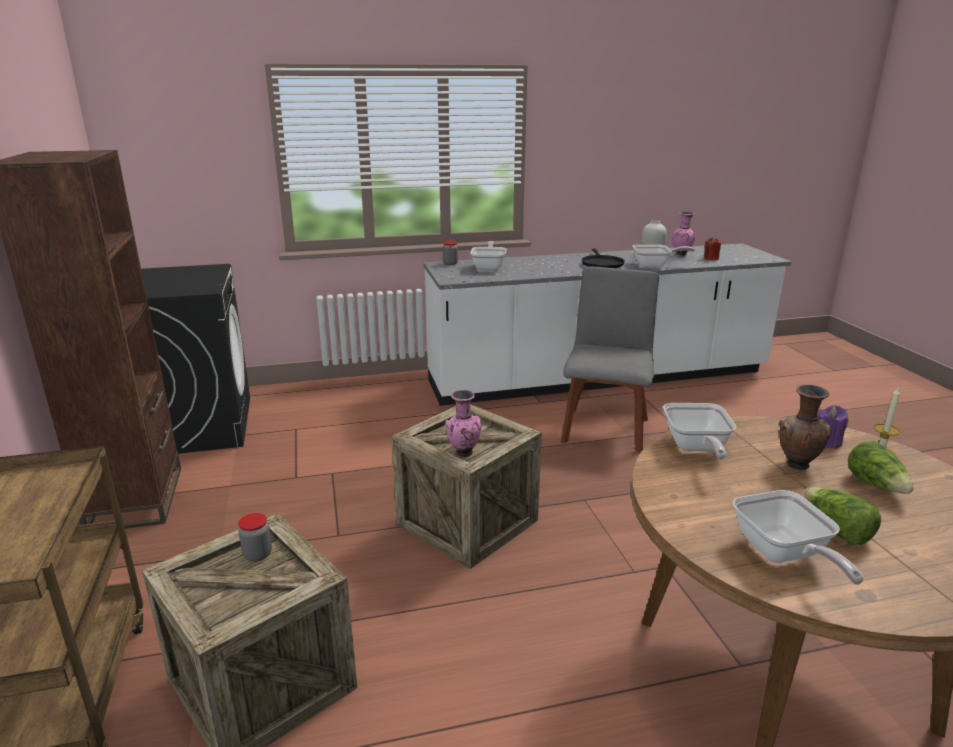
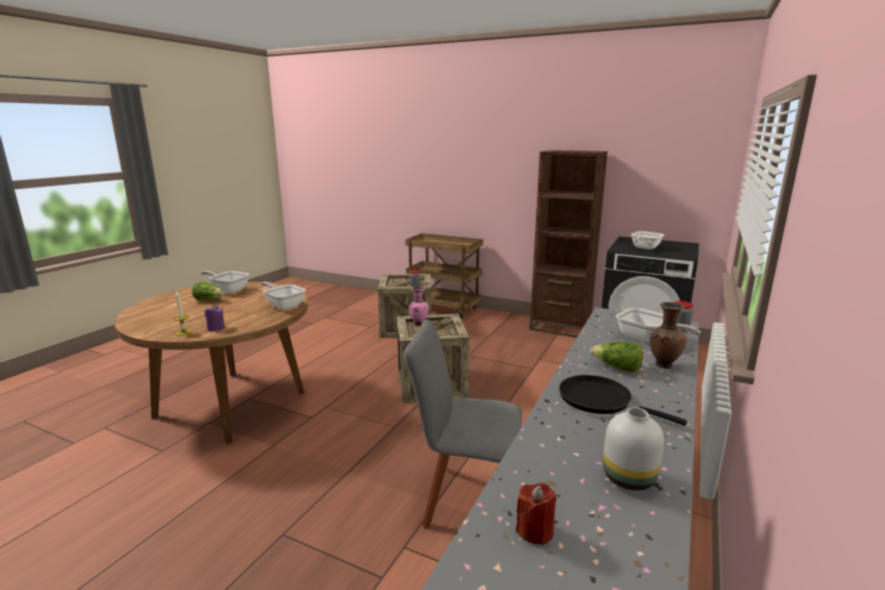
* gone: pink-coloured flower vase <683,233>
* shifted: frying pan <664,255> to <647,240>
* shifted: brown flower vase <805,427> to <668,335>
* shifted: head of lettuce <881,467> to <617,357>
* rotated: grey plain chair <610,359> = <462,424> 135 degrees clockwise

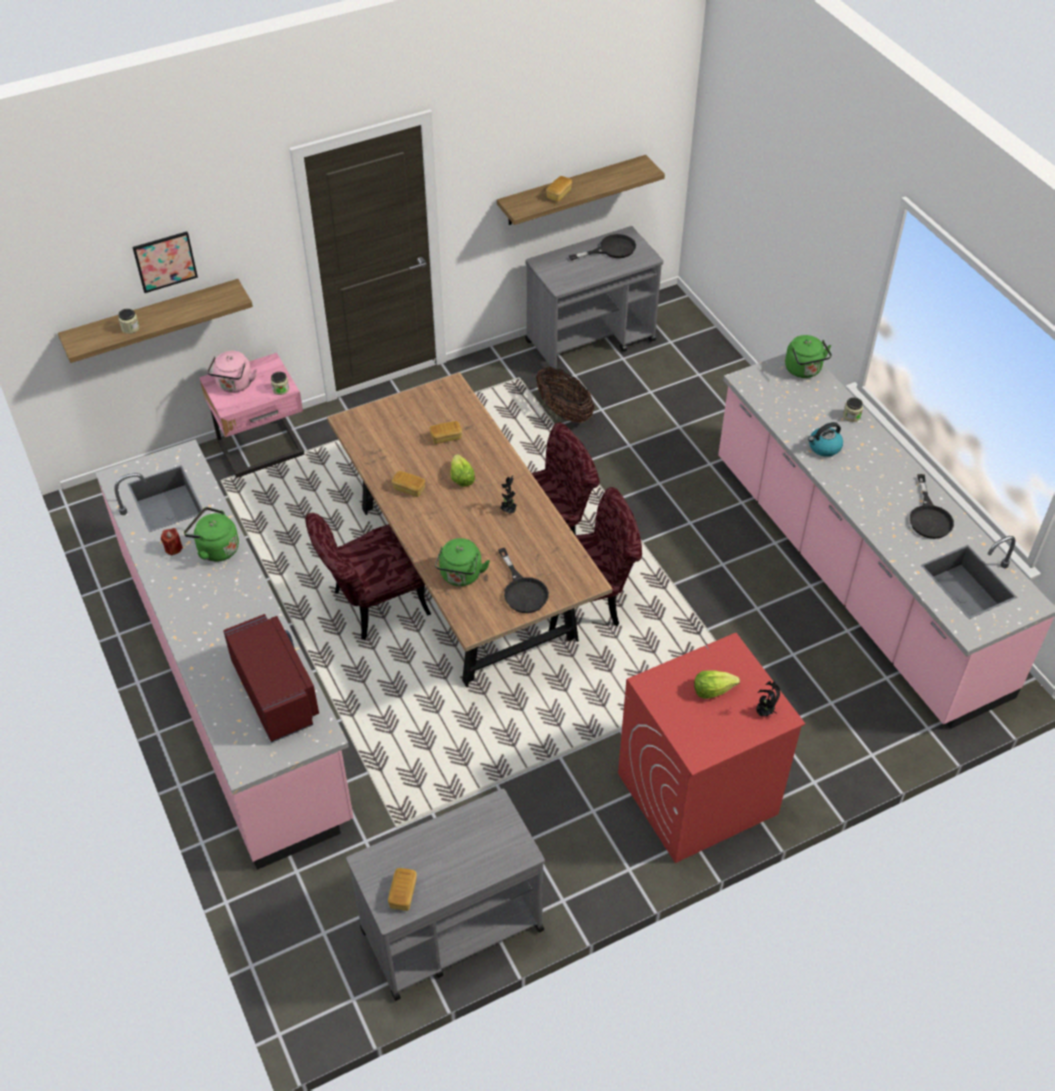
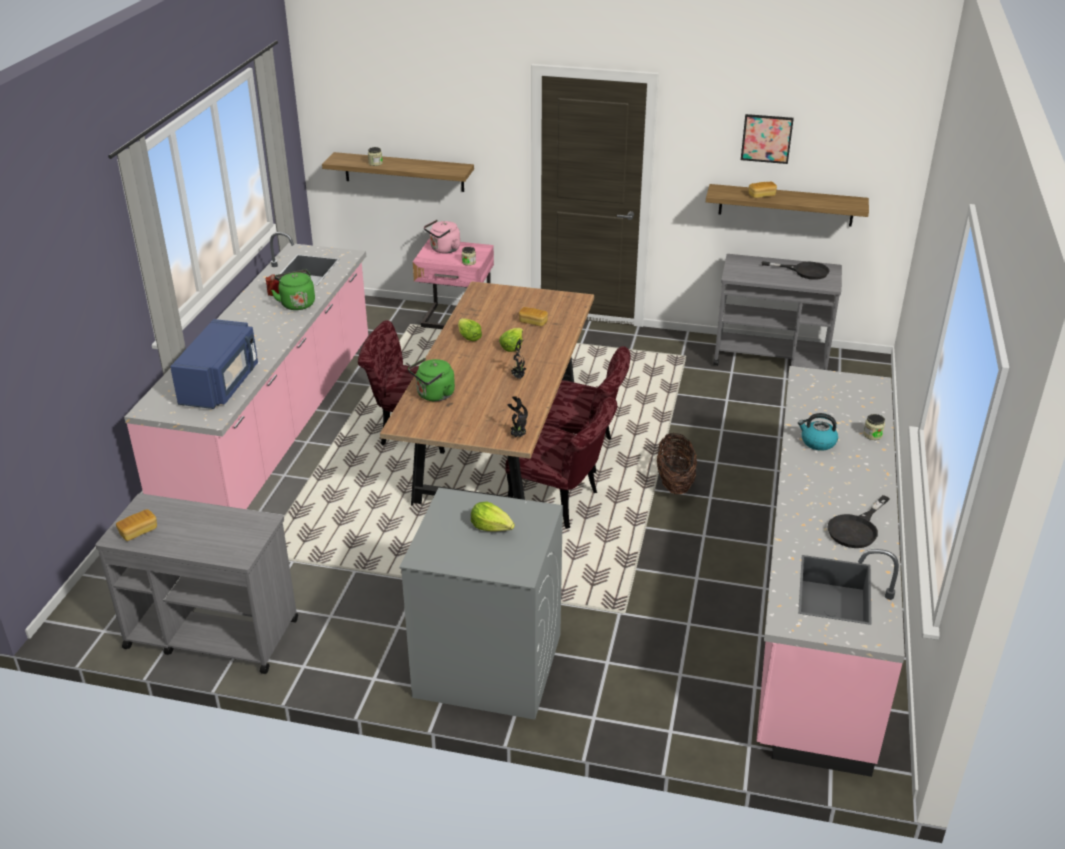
* gone: black frying pan <523,580>
* gone: greenish tea kettle <808,356>
* shifted: picture <165,262> to <767,139>
* shifted: storage basket <565,395> to <677,463>
* shifted: houseplant <768,699> to <517,417>
* swapped: bread <408,484> to head of lettuce <470,329>
* repainted: red-coloured kitchen microwave <271,678> to blue-coloured kitchen microwave <214,364>
* repainted: red-coloured laundry machine <711,748> to grey laundry machine <481,604>

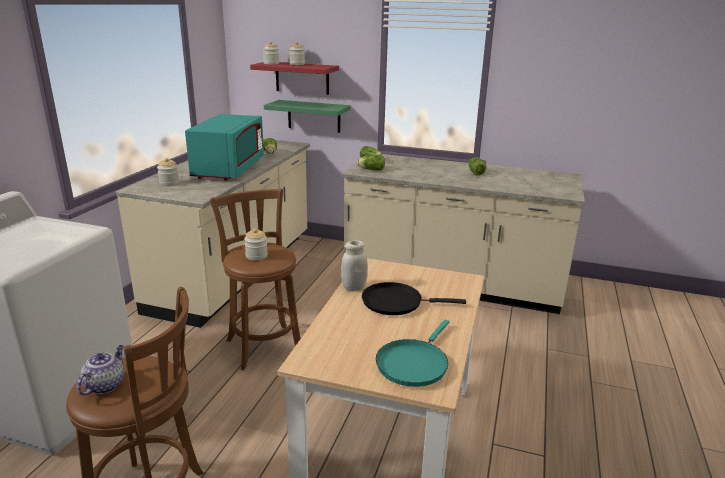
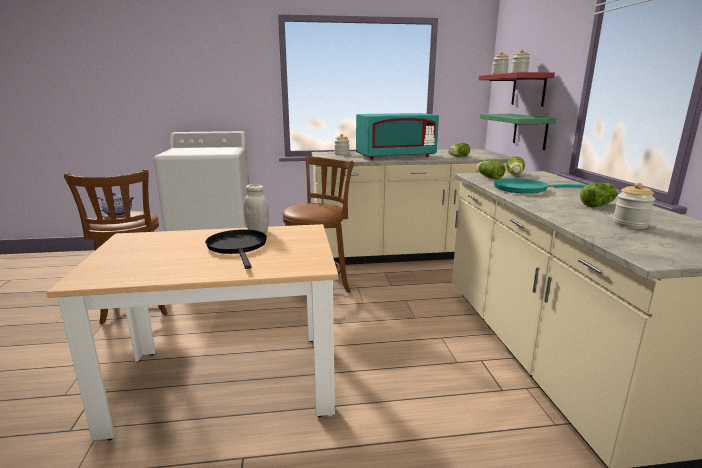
* shifted: jar <256,245> to <634,206>
* shifted: turquoise frying pan <412,353> to <540,186>

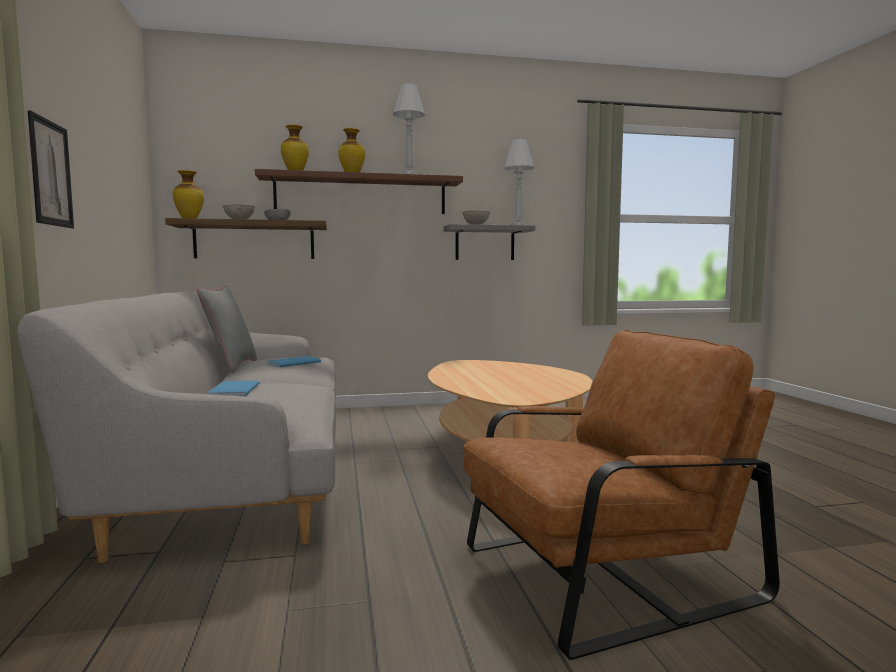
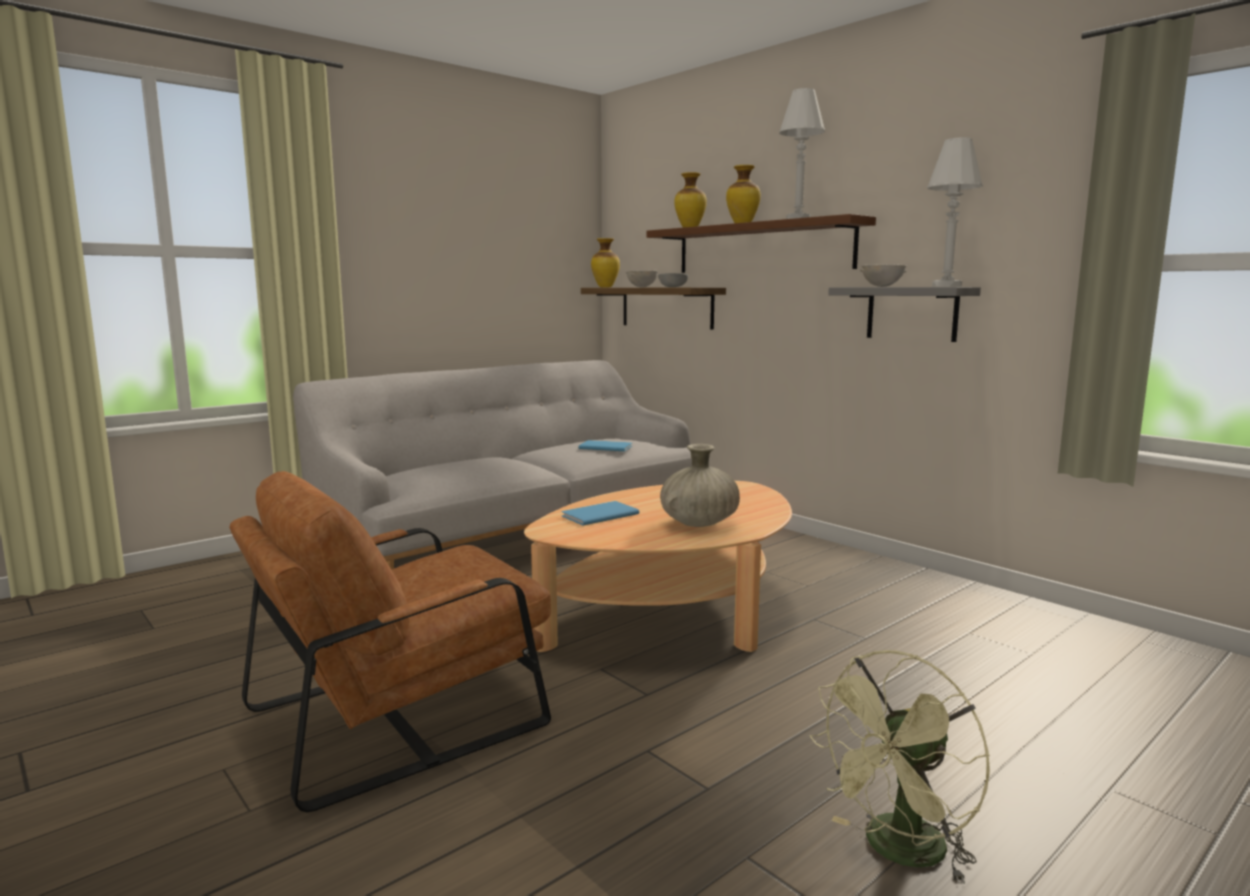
* gone: picture <51,169>
* gone: grey cushion <227,329>
* new: sand-coloured flower vase <700,485>
* new: greenish cooling fan <899,767>
* shifted: blue-coloured bound book <233,388> to <600,513>
* rotated: brown lounge chair <621,495> = <390,641> 105 degrees clockwise

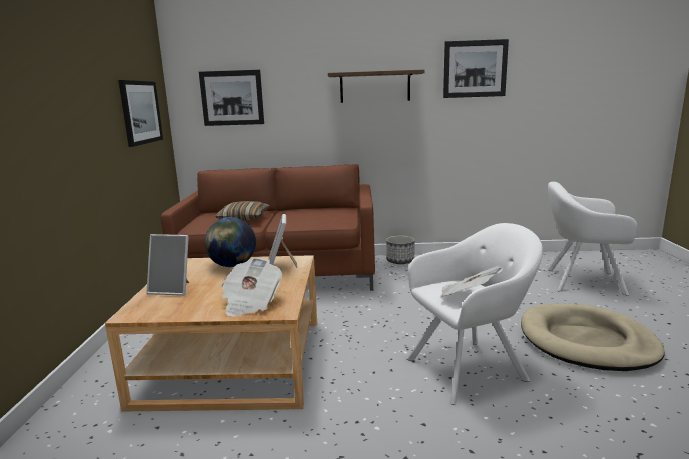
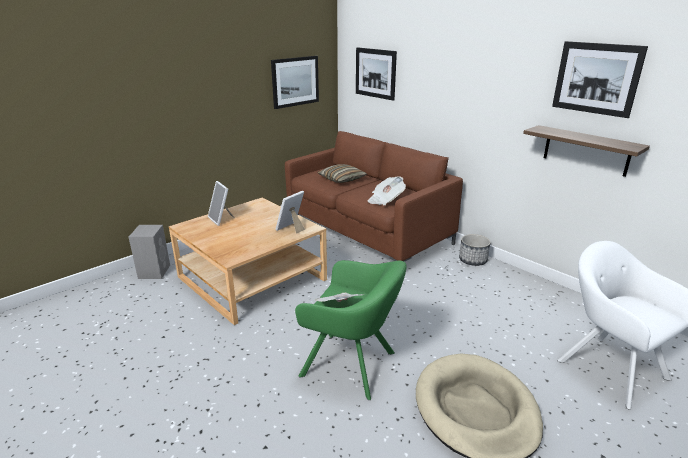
* gone: desk globe <230,242>
* new: grey loudspeaker <149,252>
* shifted: daily paper <252,287> to <387,190>
* shifted: shelf <376,86> to <586,151>
* repainted: white-coloured lounge chair <475,314> to greenish lounge chair <351,330>

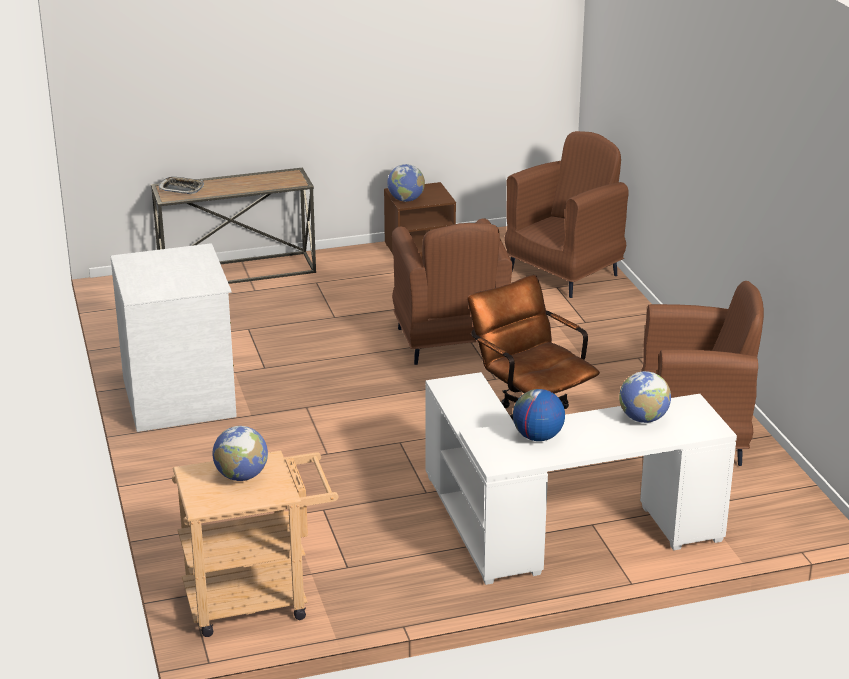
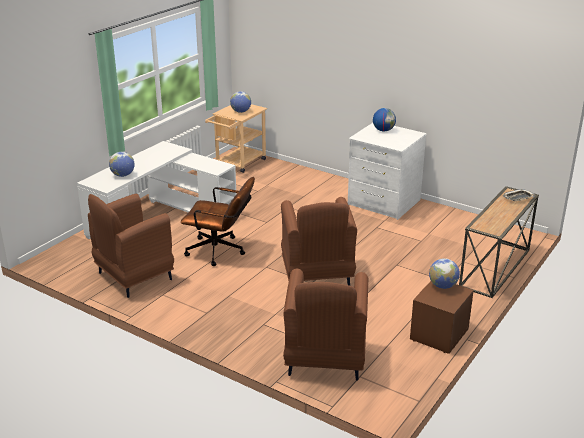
* shifted: desk globe <539,415> to <384,119>
* rotated: brown lounge chair <452,291> = <319,241> 135 degrees counterclockwise

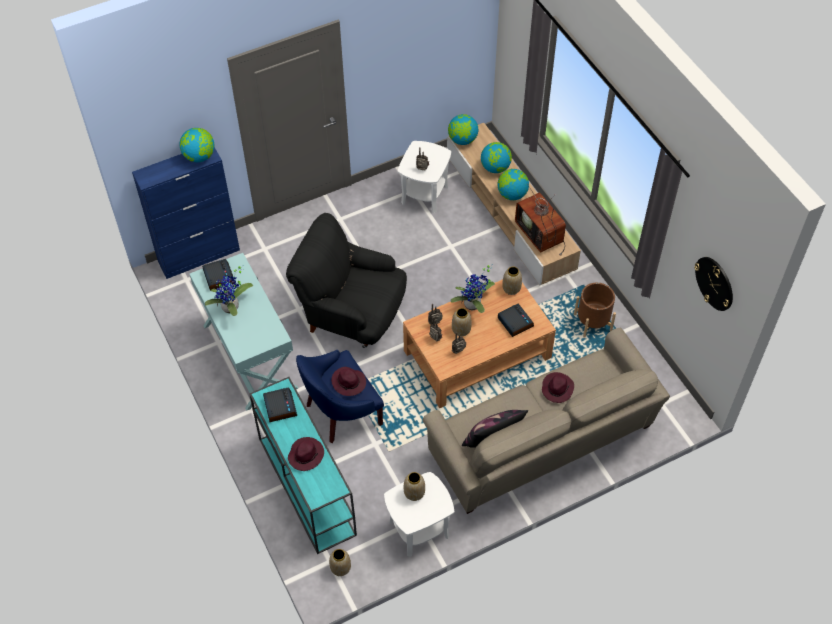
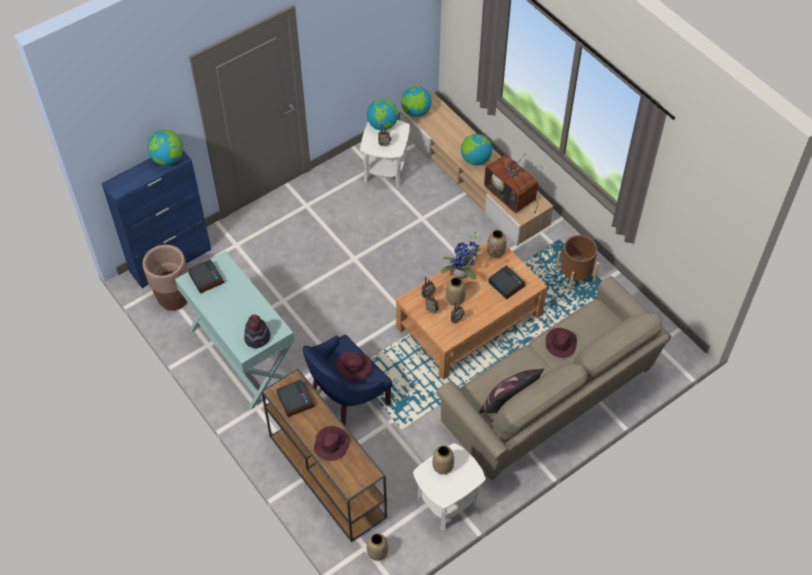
* gone: houseplant <229,290>
* gone: black lounge chair <346,280>
* gone: hanging clock <713,284>
* new: brown plant pot <165,278>
* new: clothing hat <257,331>
* shifted: desk globe <496,157> to <382,115>
* repainted: turquoise hall table <303,465> to brown hall table <324,455>

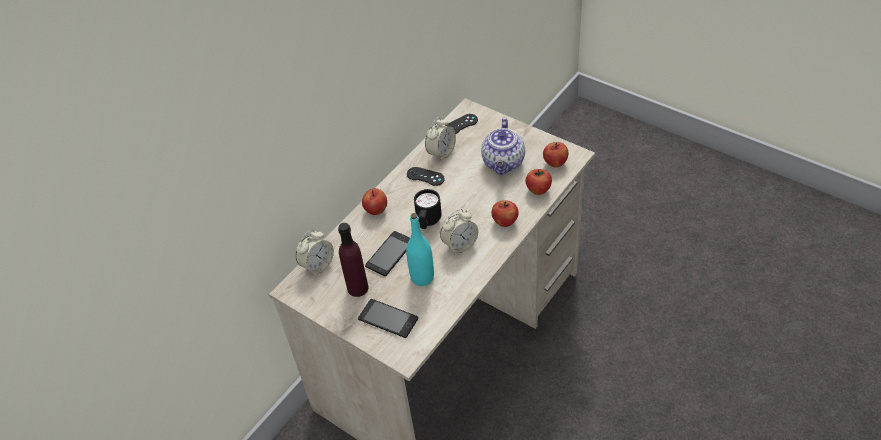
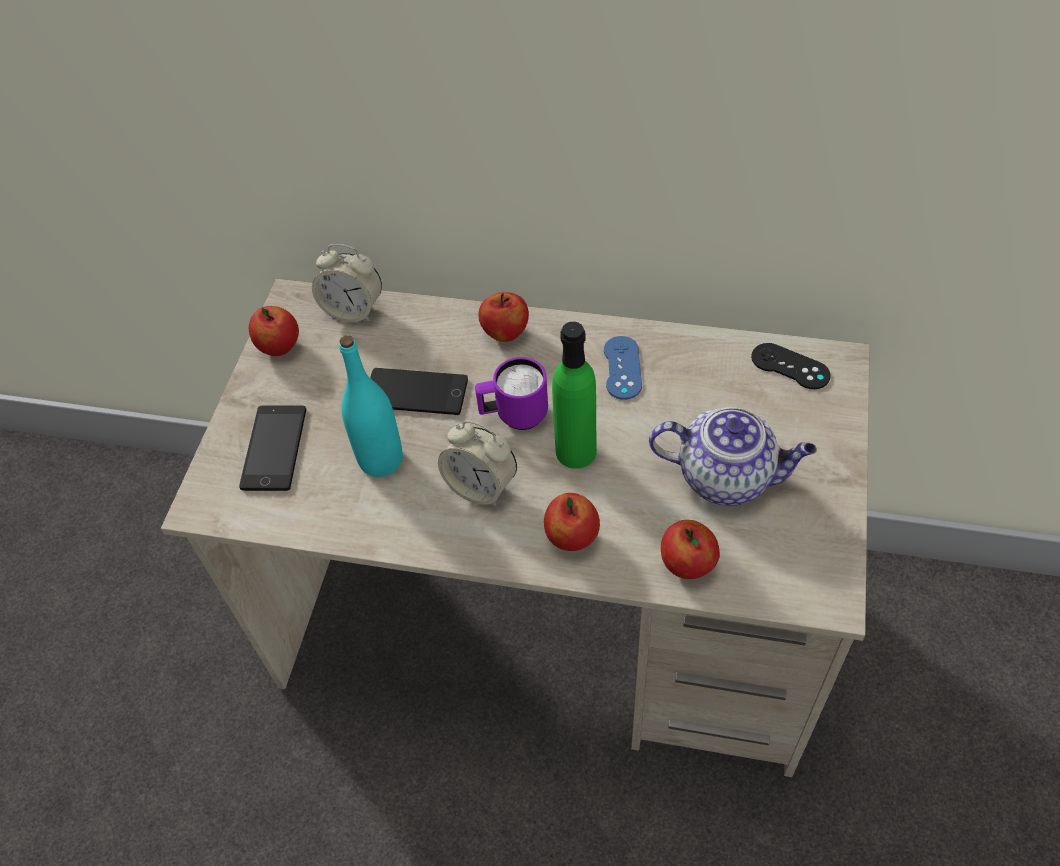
* gone: purple drink bottle <353,260>
* gone: alarm clock <440,139>
* new: greenish drink bottle <574,395>
* shifted: whole apple <555,154> to <274,331>
* repainted: black game controller <426,176> to blue-coloured game controller <623,368>
* repainted: black coffee mug <428,209> to purple coffee mug <511,393>
* rotated: pot for tea <503,146> = <733,456> 150 degrees counterclockwise

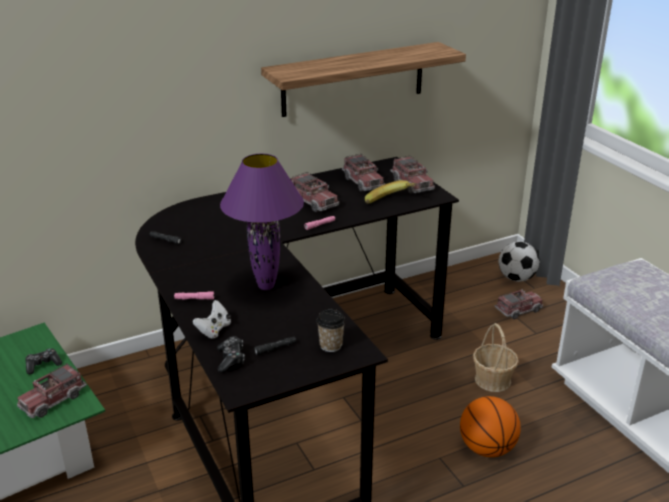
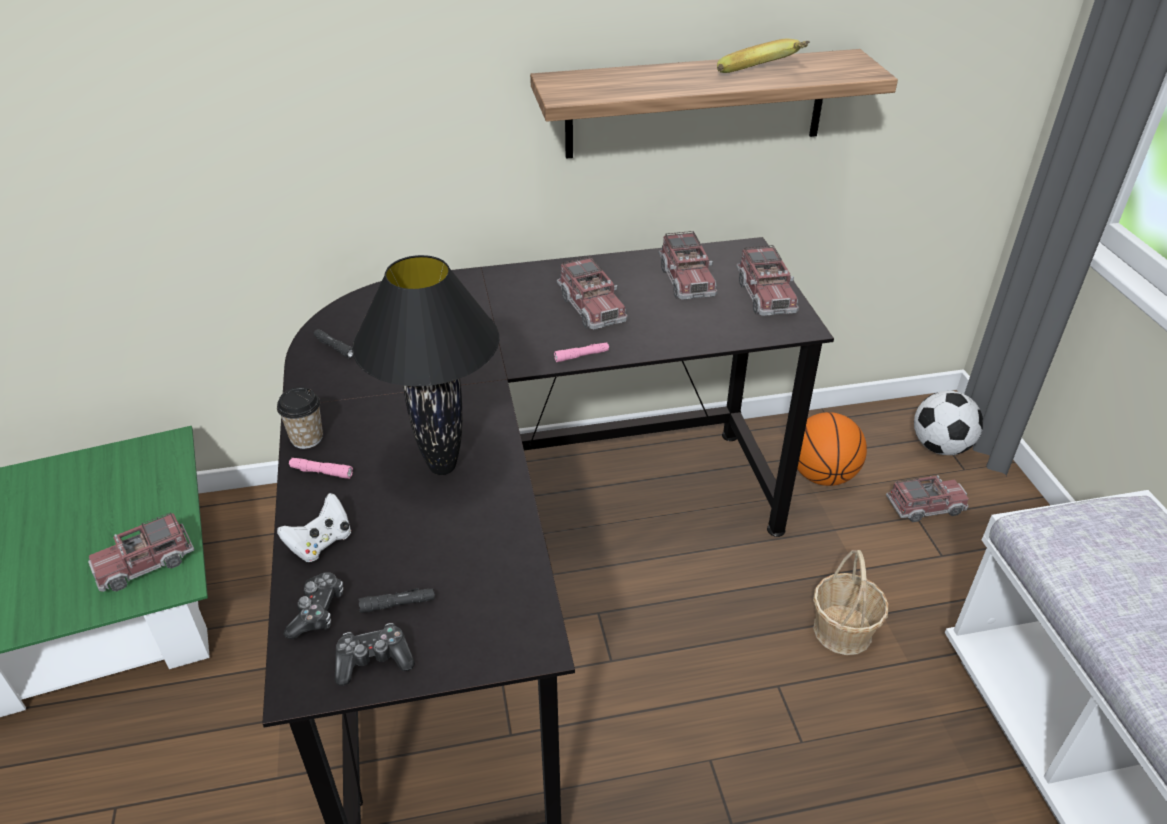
* shifted: game controller <43,361> to <375,654>
* shifted: drinking cup <331,330> to <300,418>
* shifted: whole banana <391,192> to <763,56>
* shifted: ball for basketball <490,426> to <832,449>
* repainted: purple lamp for a table <262,222> to black lamp for a table <425,365>

